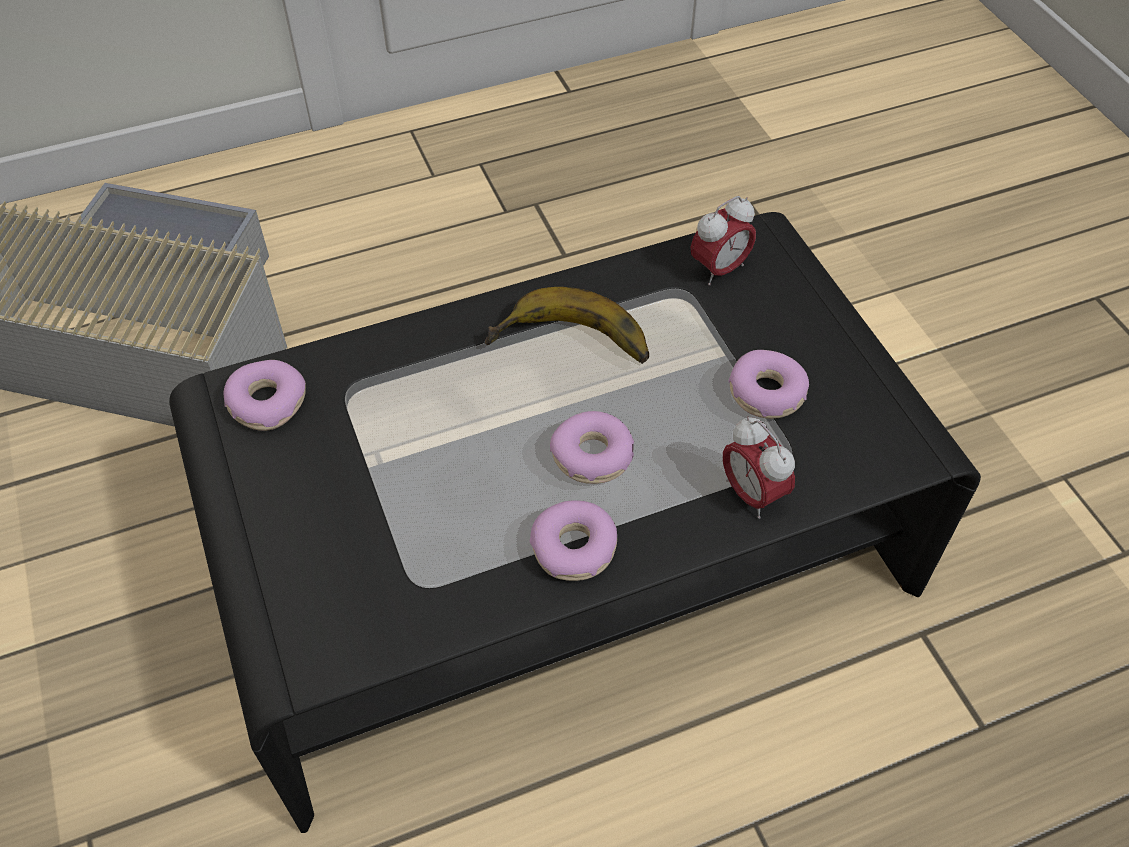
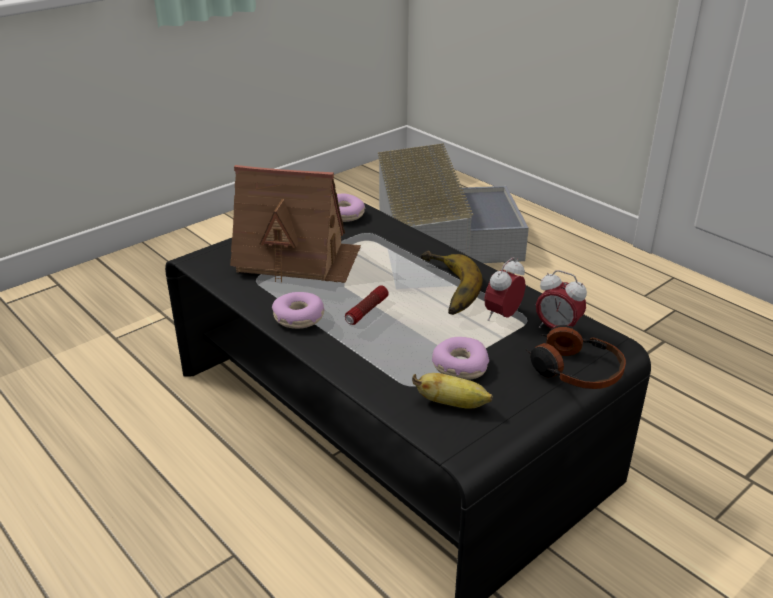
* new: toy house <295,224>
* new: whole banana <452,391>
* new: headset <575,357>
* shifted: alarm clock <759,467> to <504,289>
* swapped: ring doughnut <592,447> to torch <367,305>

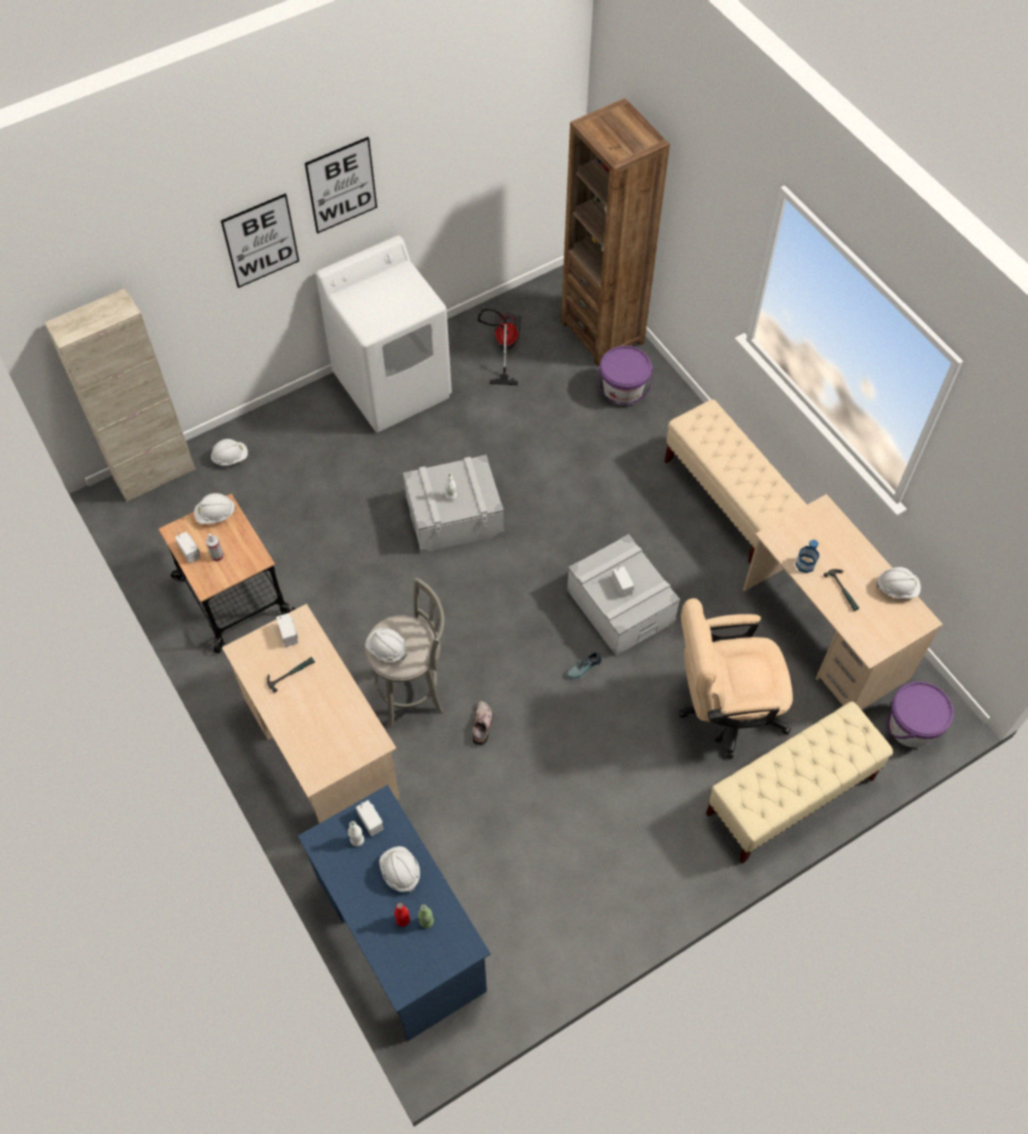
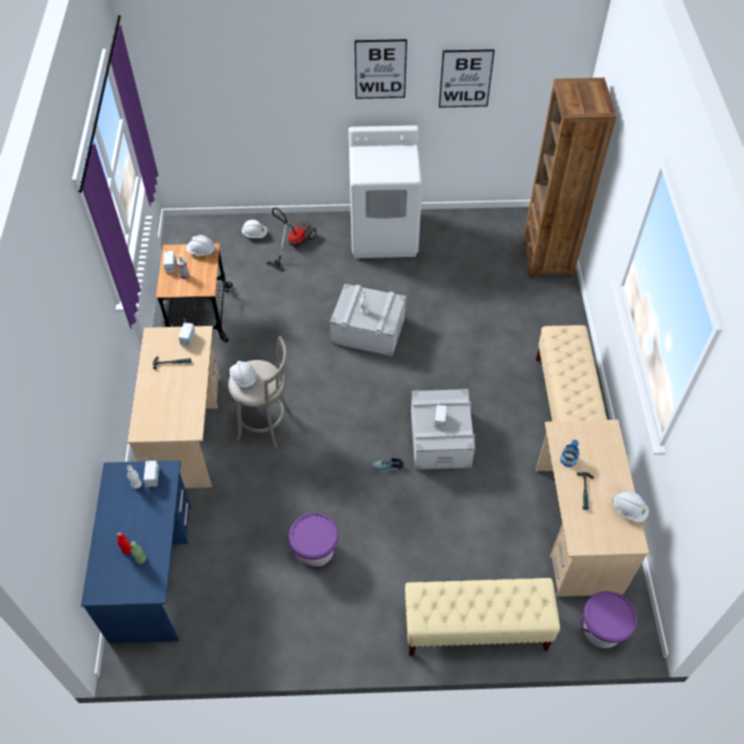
* gone: sand-coloured storage cabinet <120,395>
* gone: white-coloured safety helmet <399,869>
* gone: shoe <483,723>
* gone: sand-coloured office chair <736,678>
* shifted: picture <260,240> to <467,78>
* shifted: vacuum cleaner <499,347> to <291,239>
* shifted: purple bucket <625,375> to <313,540>

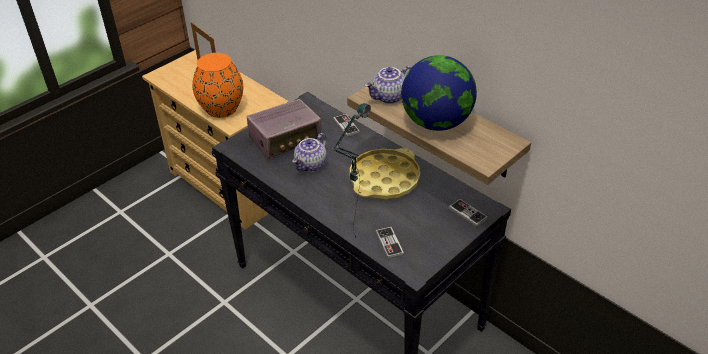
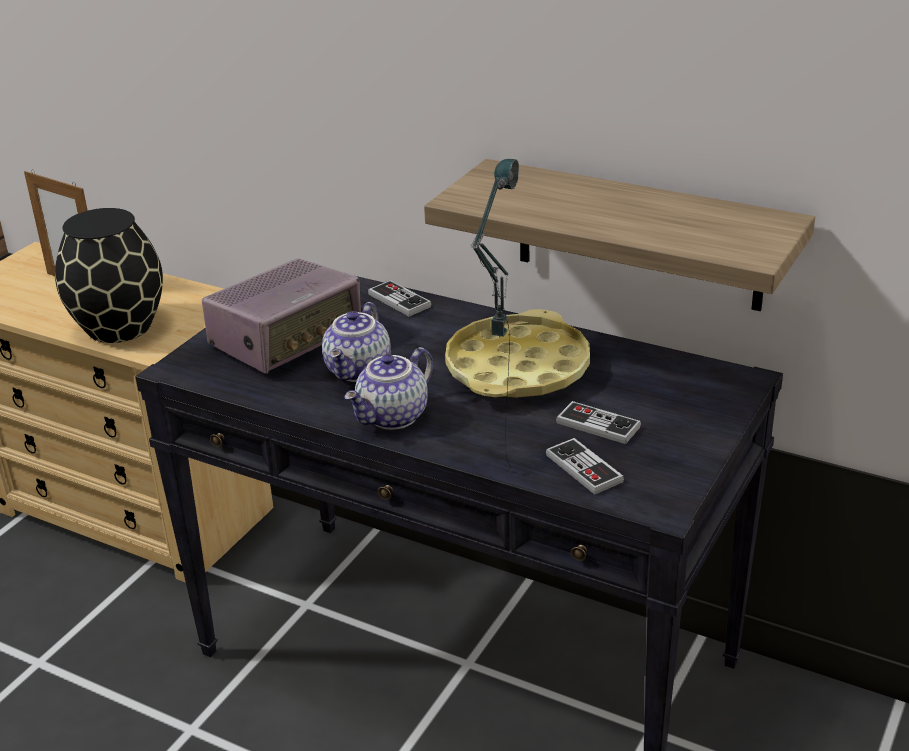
* gone: desk globe <439,93>
* shifted: pot for tea <388,85> to <388,388>
* shifted: game controller <468,213> to <598,422>
* repainted: orange flower vase <217,85> to black flower vase <109,275>

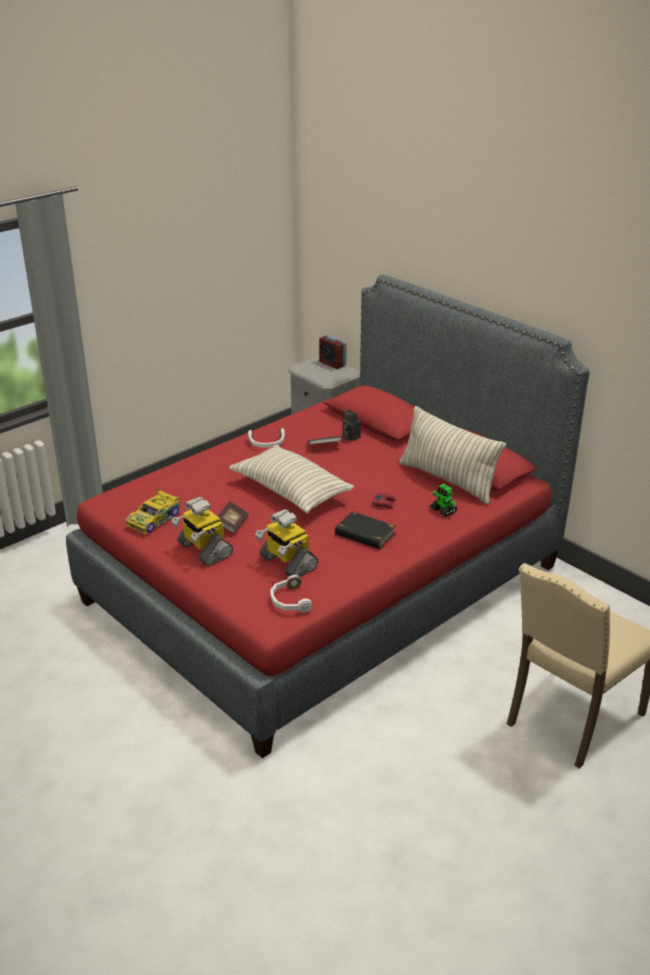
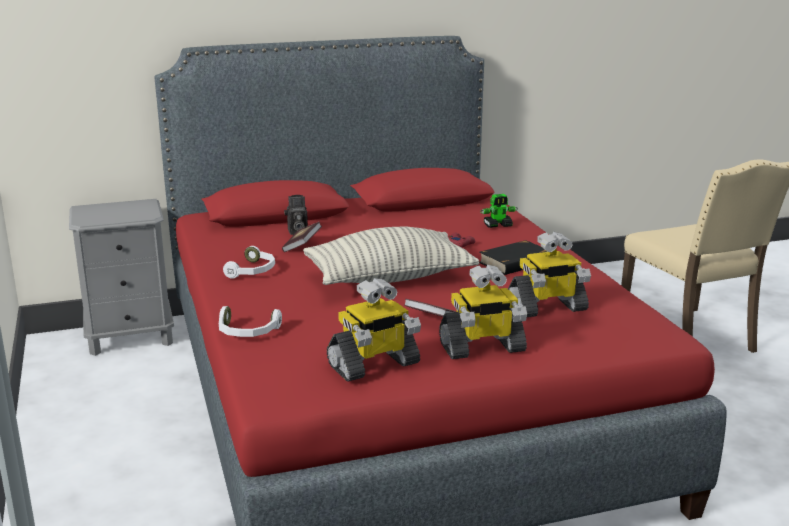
* gone: alarm clock <333,352>
* gone: cushion <452,455>
* shifted: white-coloured headset <291,594> to <250,321>
* swapped: model car <153,511> to robot figure <374,330>

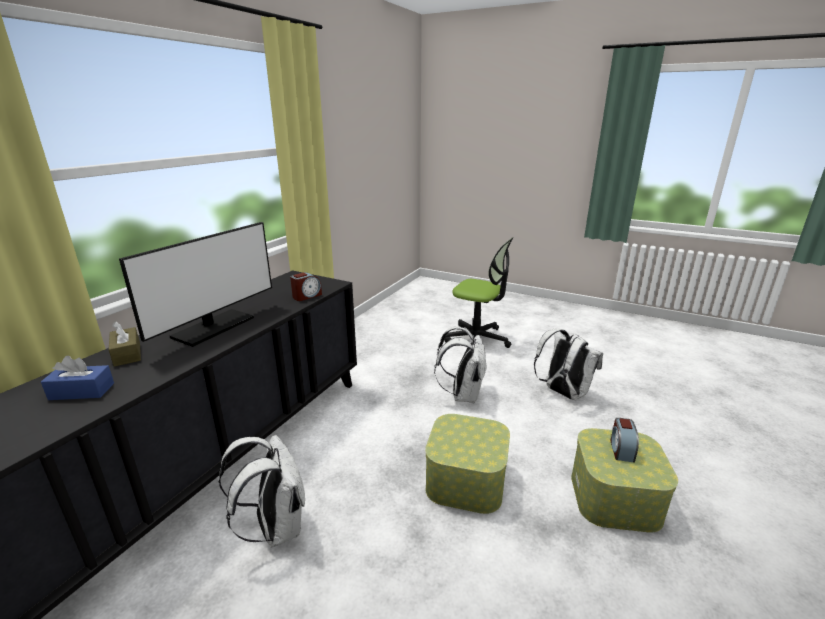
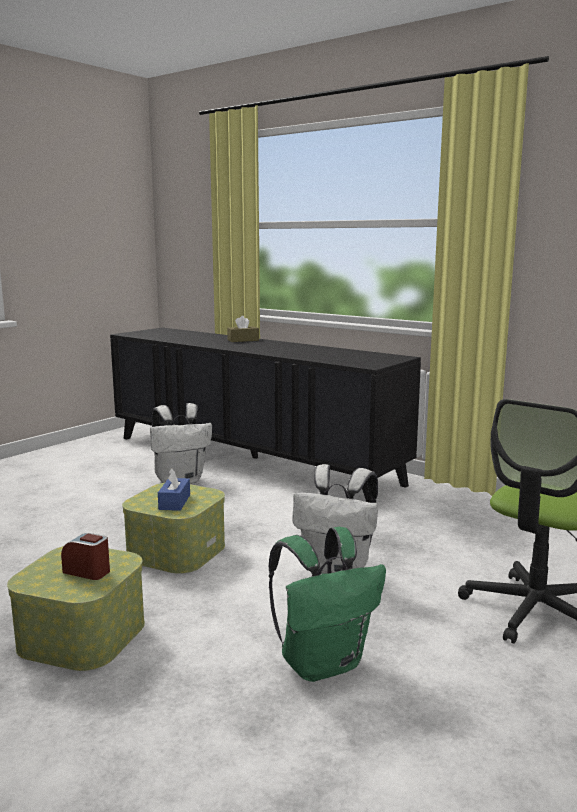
* gone: computer screen <195,284>
* gone: alarm clock <306,286>
* shifted: blue-coloured tissue holder <77,378> to <174,489>
* repainted: white-coloured rucksack <568,364> to greenish rucksack <327,604>

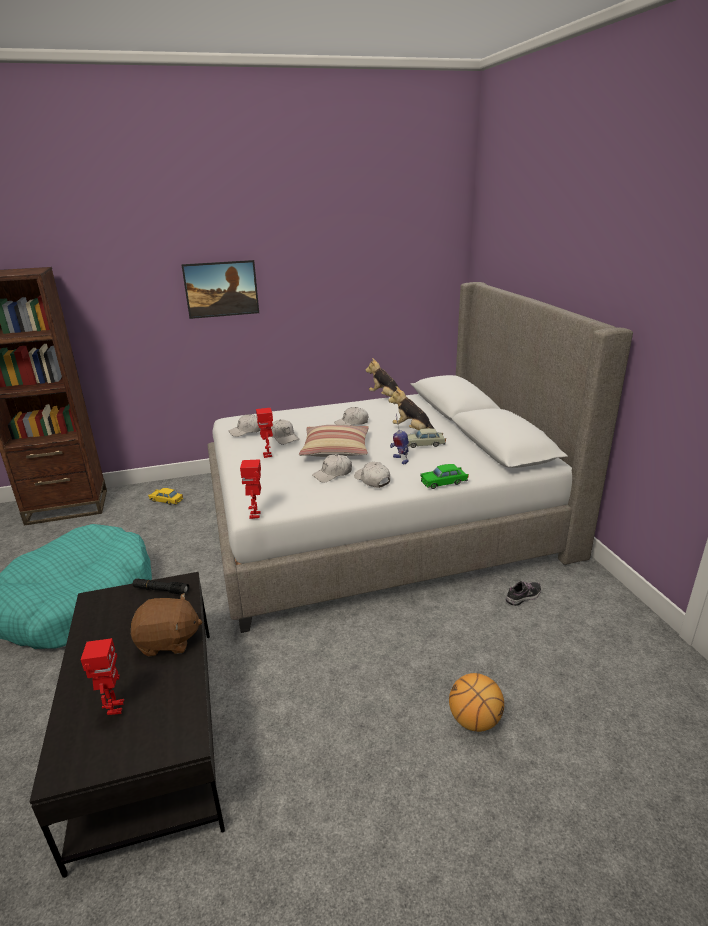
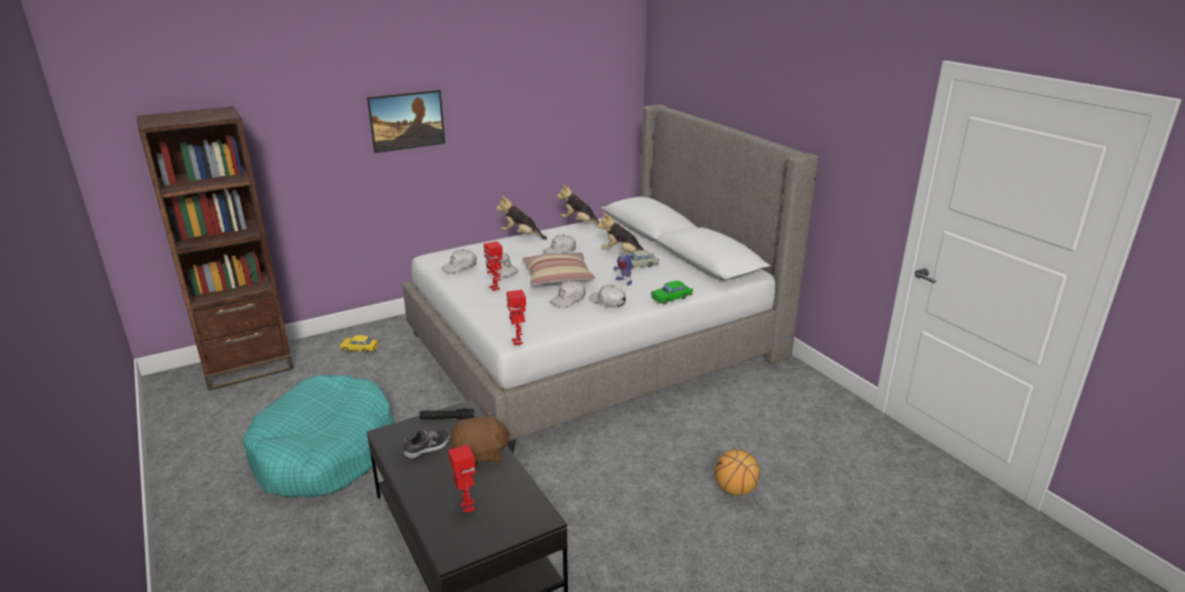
* new: plush toy <521,218>
* shifted: shoe <523,593> to <426,444>

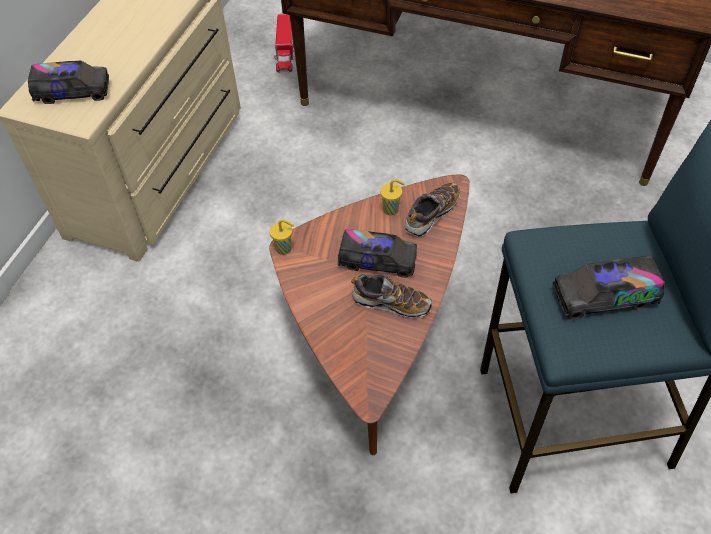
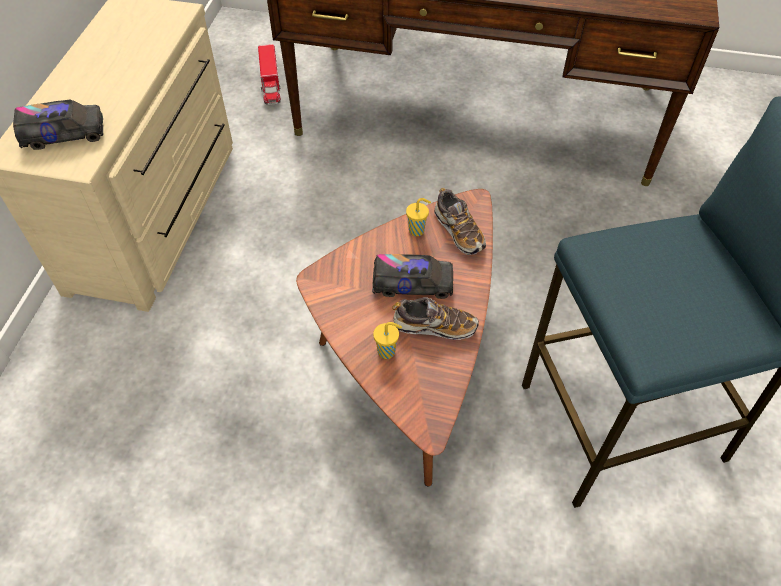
* gone: model truck <609,288>
* shifted: yellowish drinking cup <282,237> to <387,340>
* rotated: shoe <432,209> = <460,221> 120 degrees clockwise

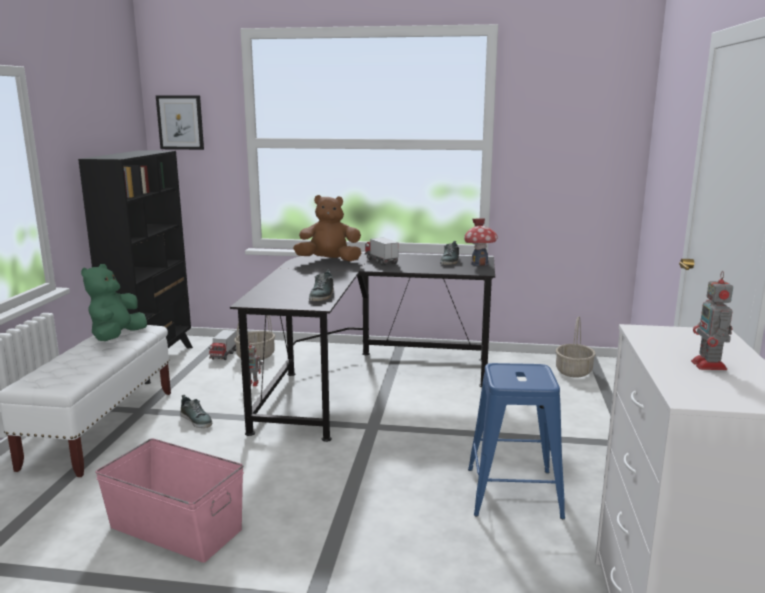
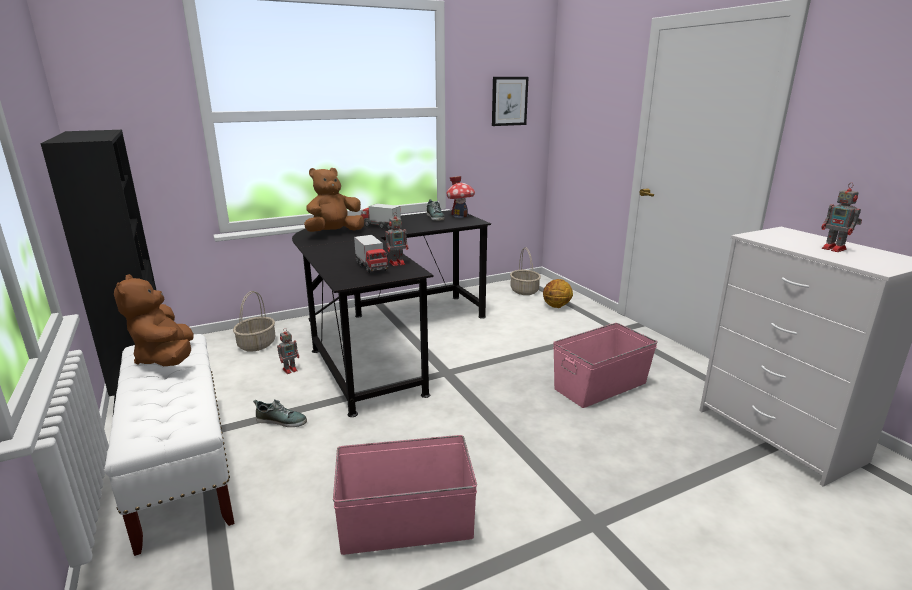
* new: ball for basketball <558,293>
* shifted: picture <180,122> to <510,101>
* shifted: model truck <222,345> to <371,254>
* swapped: shoe <321,285> to robot figure <396,239>
* swapped: blue-coloured stool seat <516,441> to pink-coloured storage container <605,365>
* repainted: greenish plush toy <114,302> to brown plush toy <154,320>

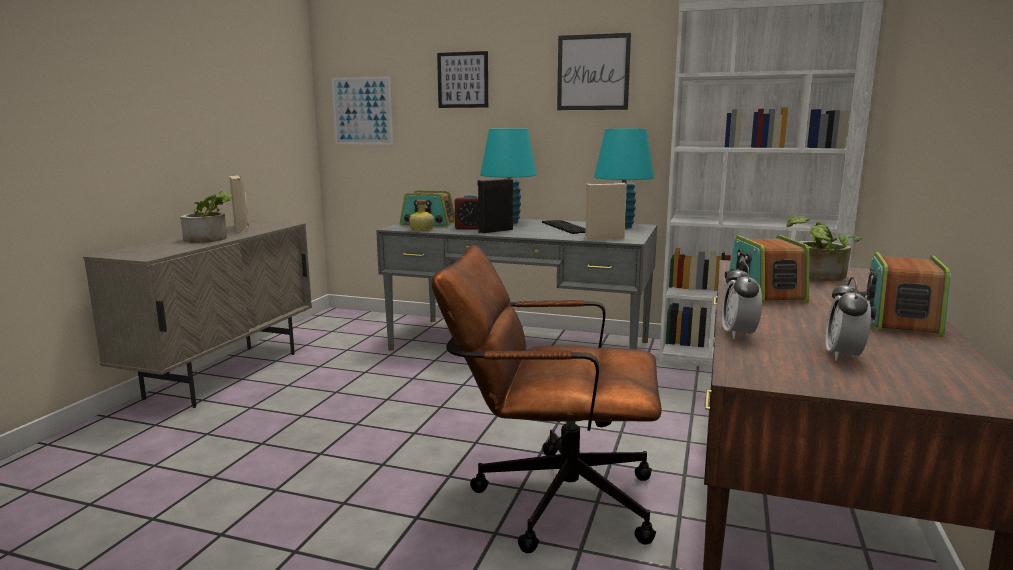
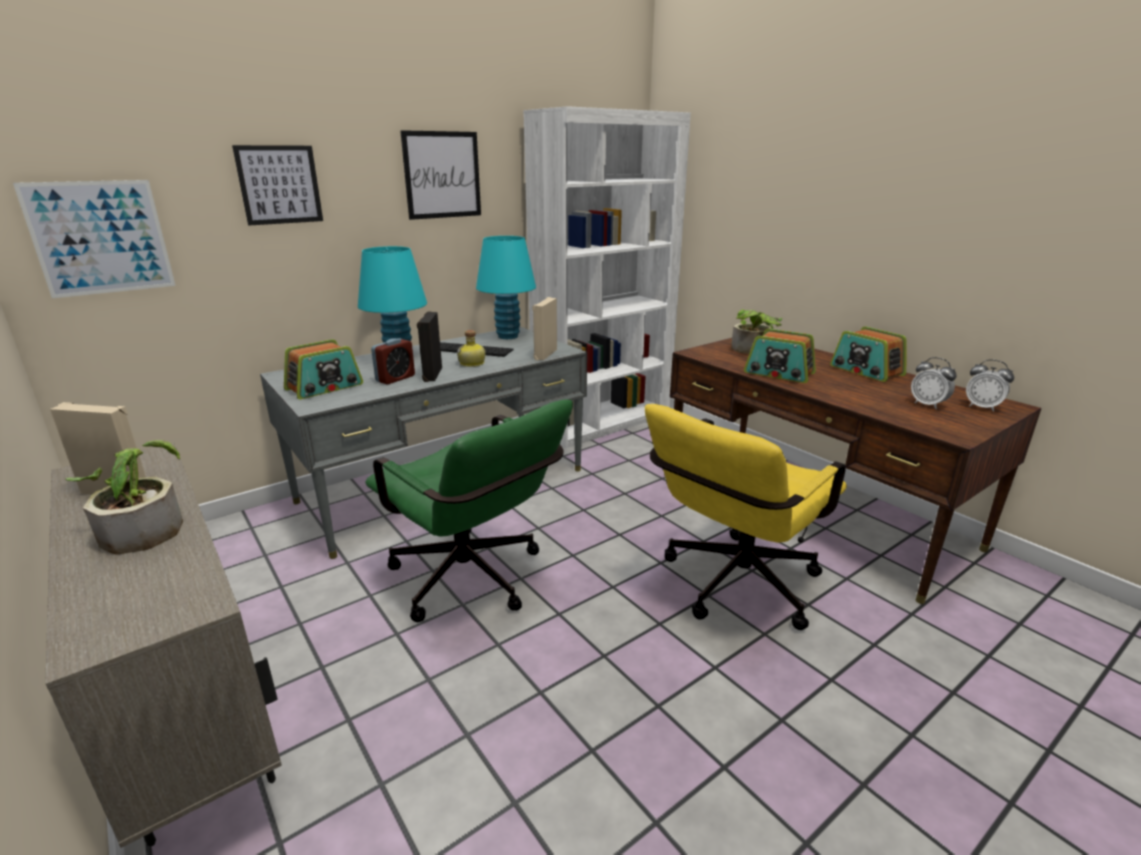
* new: greenish office chair <469,510>
* shifted: drink bottle <421,215> to <471,348>
* shifted: alarm clock <742,301> to <990,386>
* repainted: brown office chair <546,399> to yellowish office chair <746,517>

